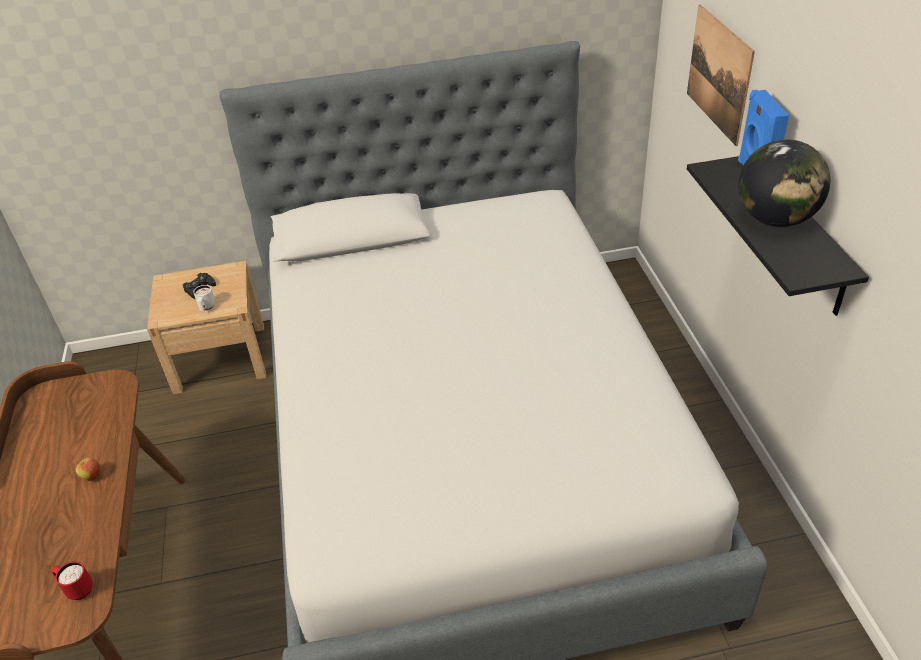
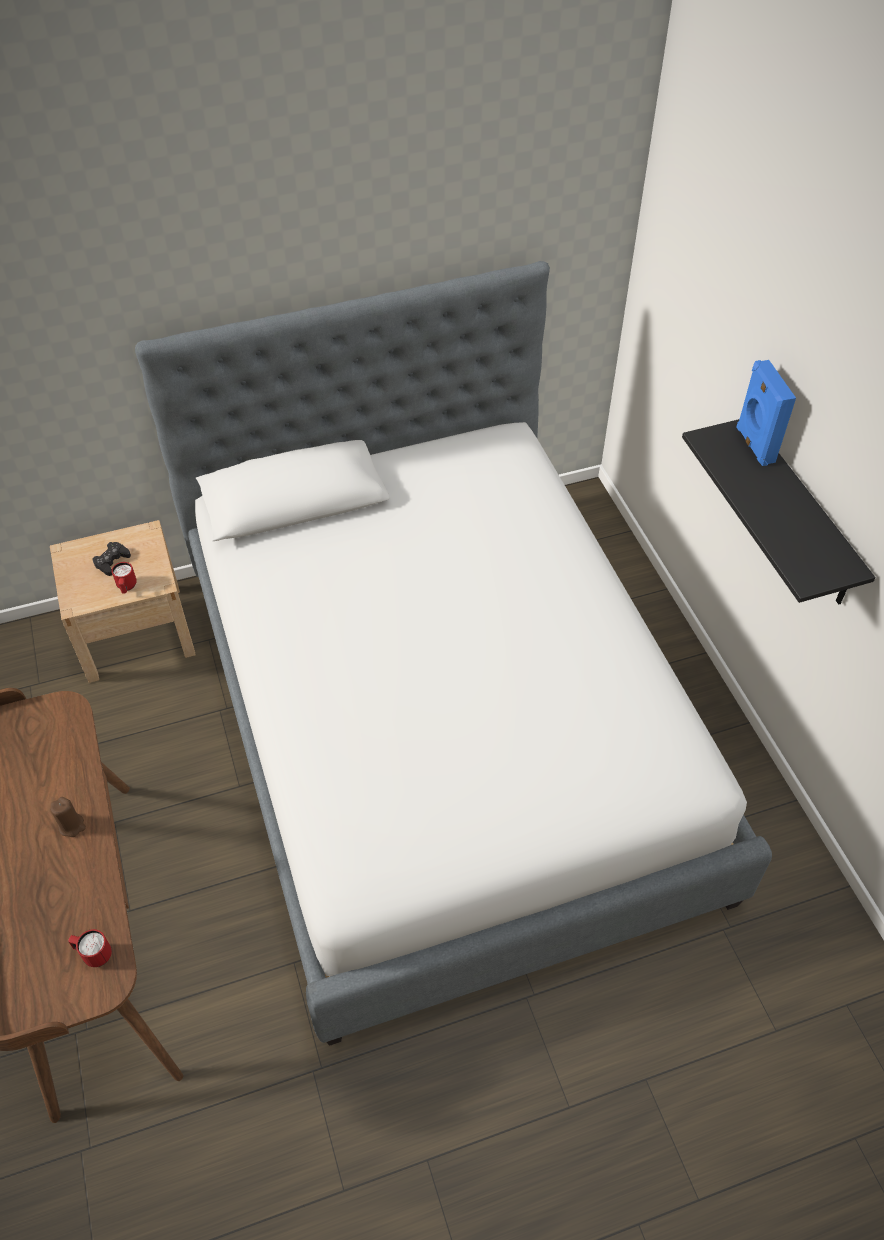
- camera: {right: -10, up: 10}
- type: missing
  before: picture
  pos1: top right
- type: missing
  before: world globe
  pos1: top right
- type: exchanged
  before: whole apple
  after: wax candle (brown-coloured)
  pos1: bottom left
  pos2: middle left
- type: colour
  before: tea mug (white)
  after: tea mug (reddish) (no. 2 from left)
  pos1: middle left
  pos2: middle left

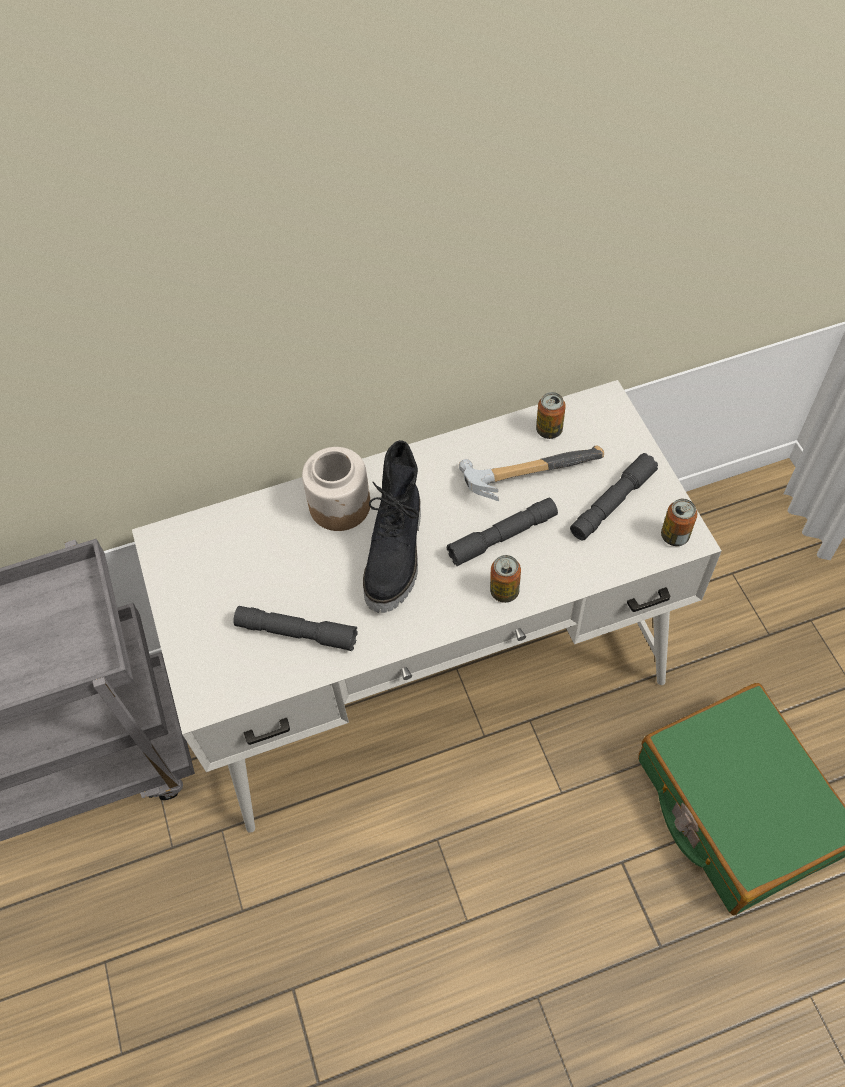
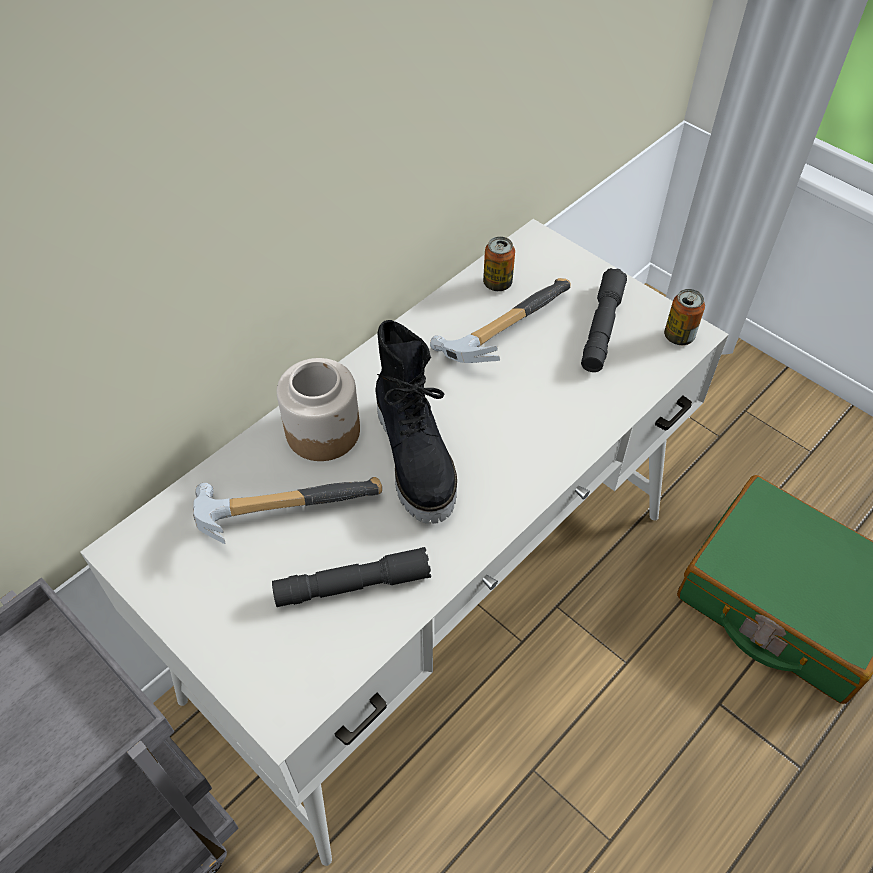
- camera: {right: -30, up: -5}
- type: missing
  before: hand torch (greyish) (no. 2 from left)
  pos1: centre
- type: missing
  before: sealed can (no. 1 from left)
  pos1: centre
- type: appeared
  after: hammer (no. 1 from left)
  pos2: middle left

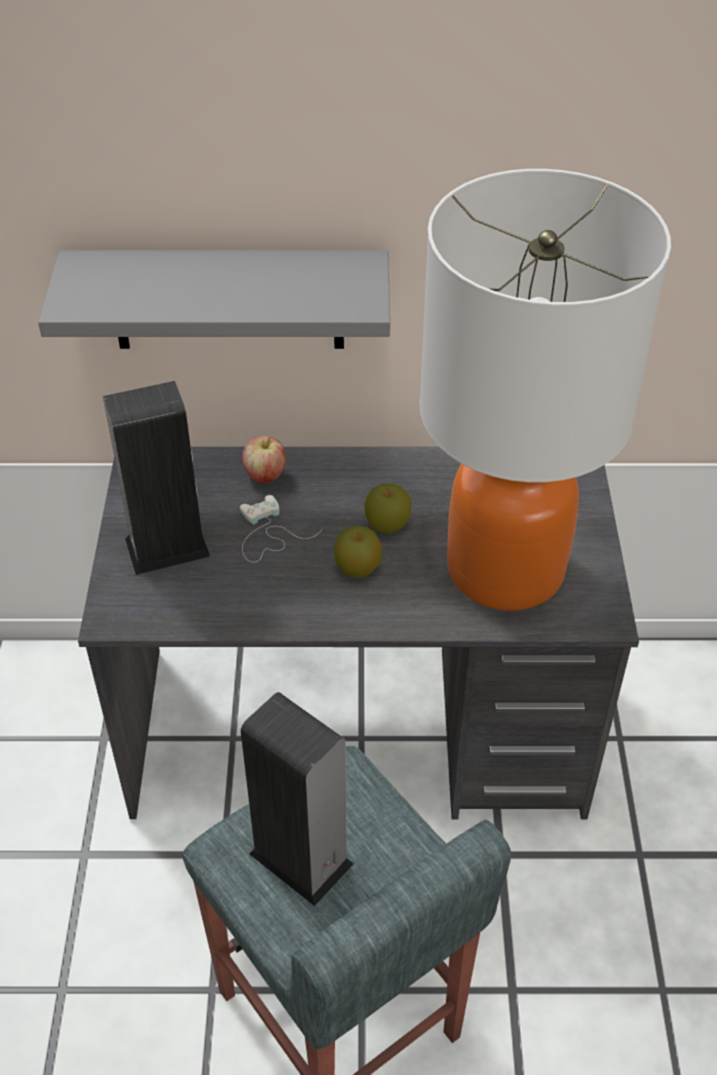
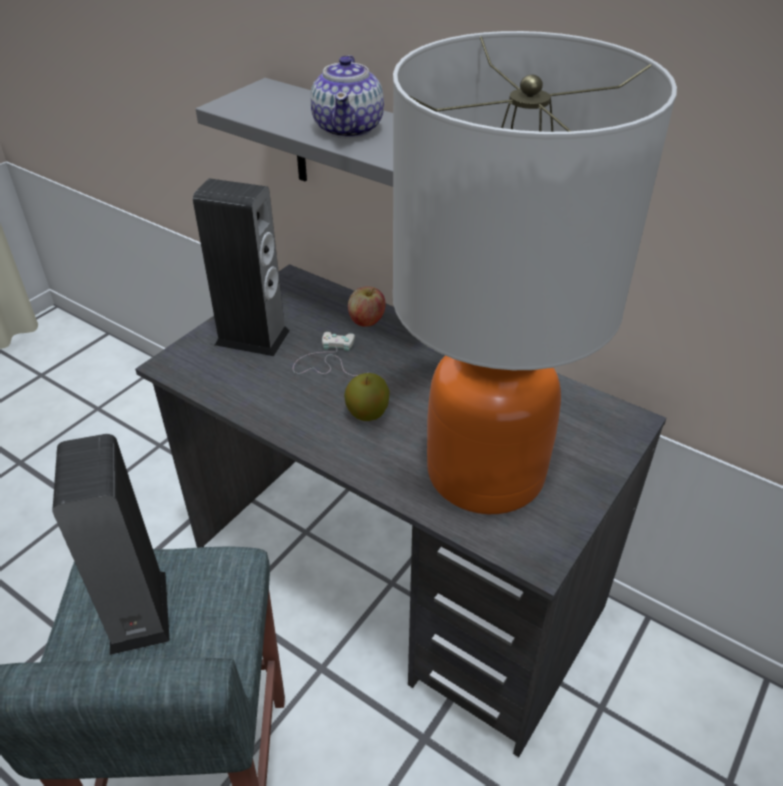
- camera: {right: 35, up: -5}
- type: missing
  before: whole apple (no. 3 from left)
  pos1: centre
- type: appeared
  after: tea pot
  pos2: top centre

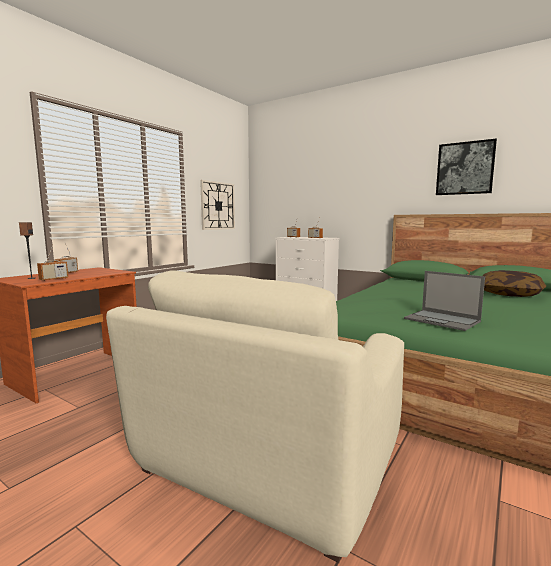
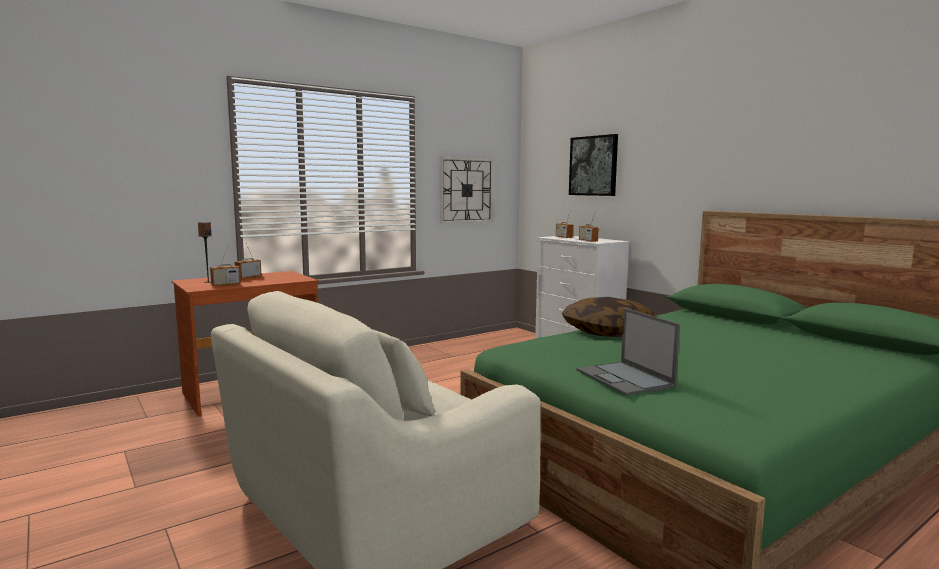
- camera: {right: 20, up: 0}
- type: relocated
  before: picture
  pos1: top right
  pos2: top centre
- type: relocated
  before: throw pillow
  pos1: middle right
  pos2: centre

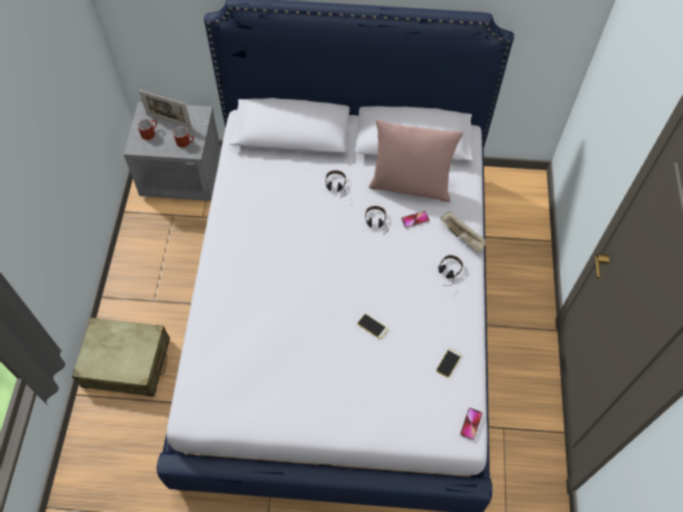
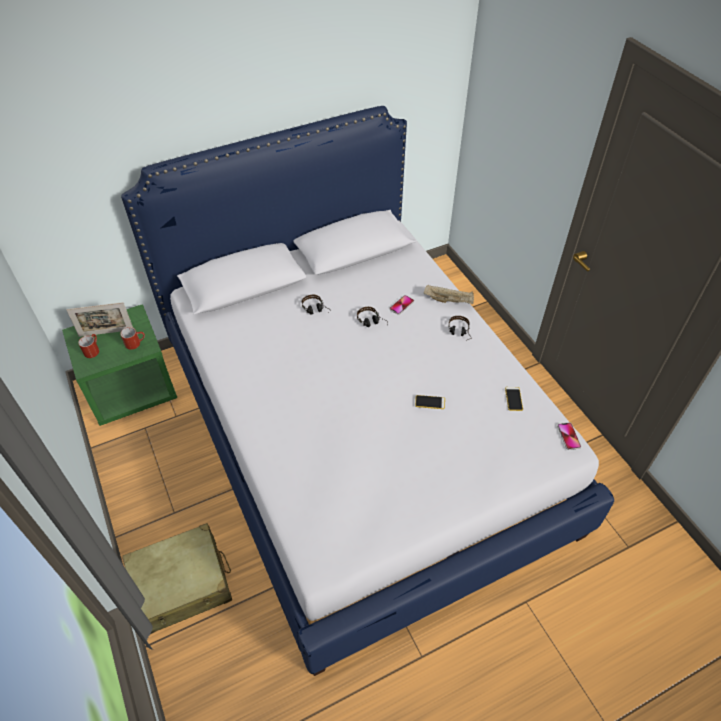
- camera: {right: -30, up: -10}
- type: missing
  before: throw pillow (pink-coloured)
  pos1: top centre
- type: colour
  before: bedside table (greyish)
  after: bedside table (green)
  pos1: top left
  pos2: middle left

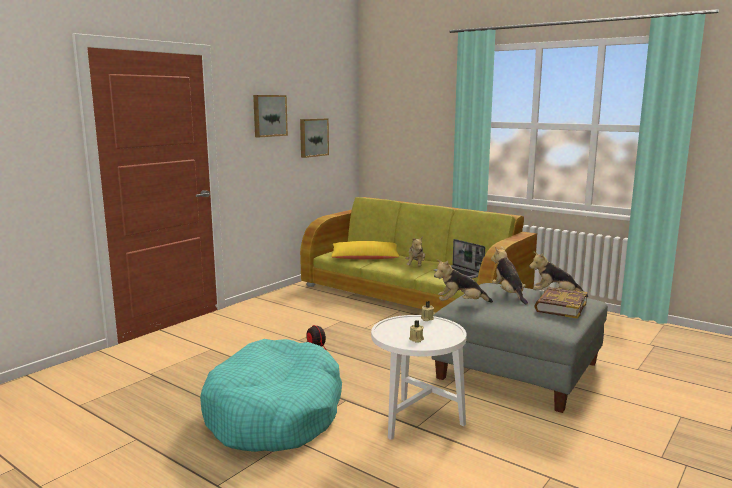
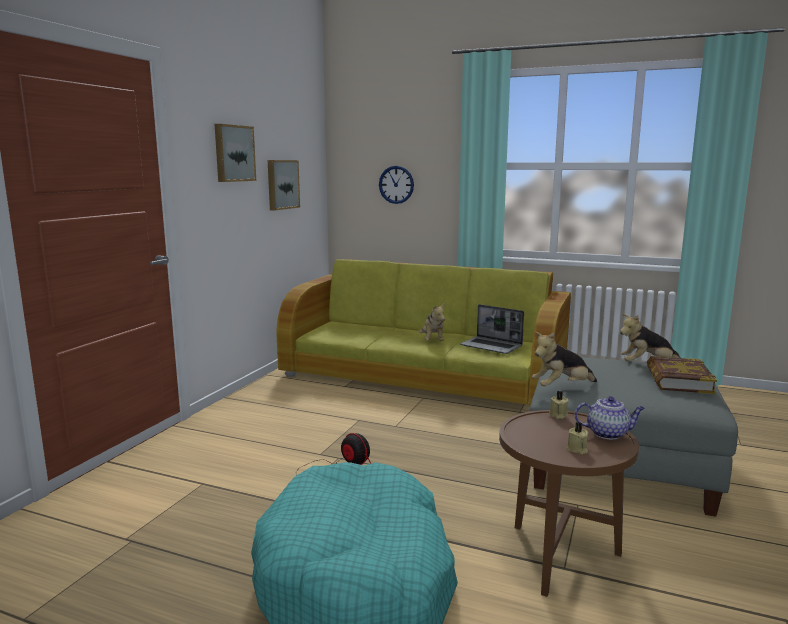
- camera: {right: -15, up: 0}
- type: missing
  before: throw pillow (yellow-coloured)
  pos1: centre
- type: missing
  before: soft toy (no. 3 from left)
  pos1: middle right
- type: appeared
  after: wall clock
  pos2: top centre
- type: appeared
  after: tea pot
  pos2: bottom right
- type: colour
  before: side table (white)
  after: side table (brown-coloured)
  pos1: bottom centre
  pos2: bottom right

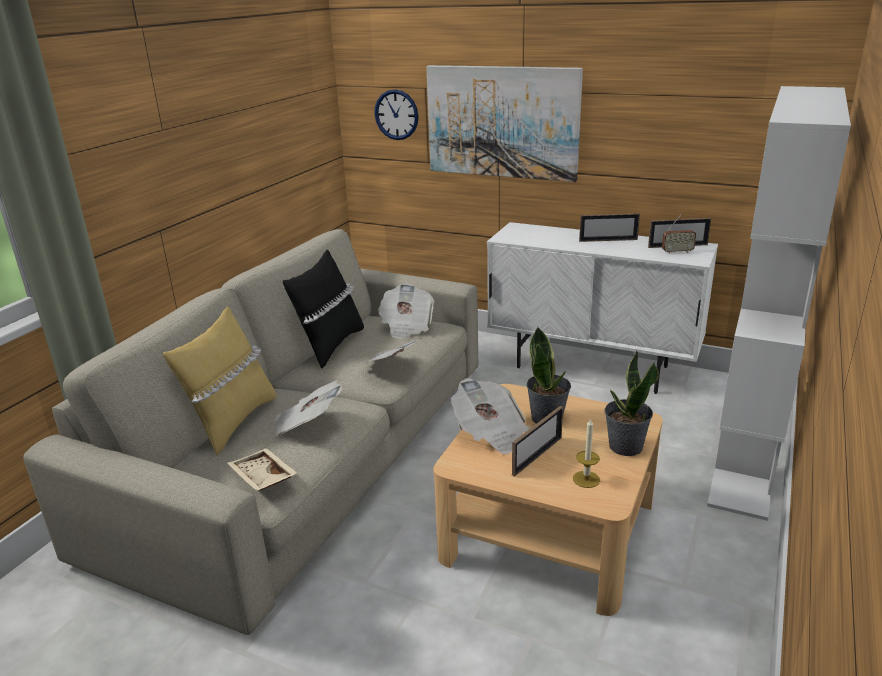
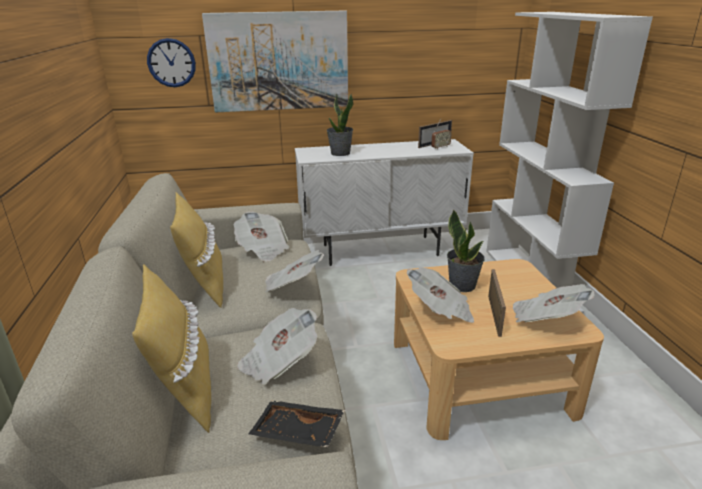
- camera: {right: -35, up: 0}
- type: missing
  before: picture frame (no. 2 from left)
  pos1: middle right
- type: relocated
  before: plant in a pot (no. 2 from left in the first image)
  after: plant in a pot (no. 1 from left)
  pos1: middle right
  pos2: top centre
- type: exchanged
  before: wax candle
  after: daily paper (no. 5 from left)
  pos1: bottom centre
  pos2: middle right
- type: colour
  before: serving tray (beige)
  after: serving tray (blackish)
  pos1: bottom left
  pos2: bottom centre
- type: colour
  before: throw pillow (blackish)
  after: throw pillow (yellow-coloured) (no. 2 from left)
  pos1: centre
  pos2: middle left

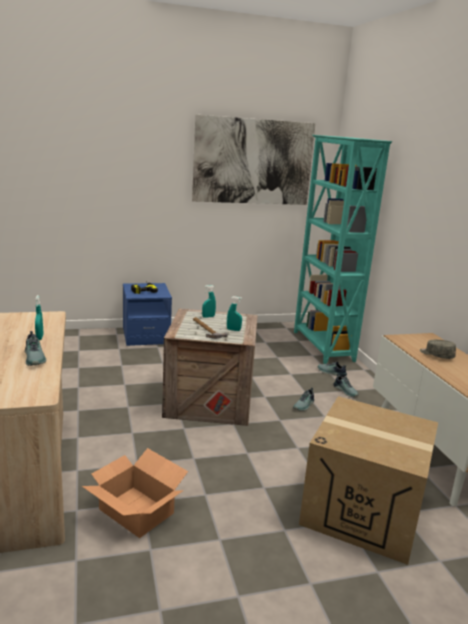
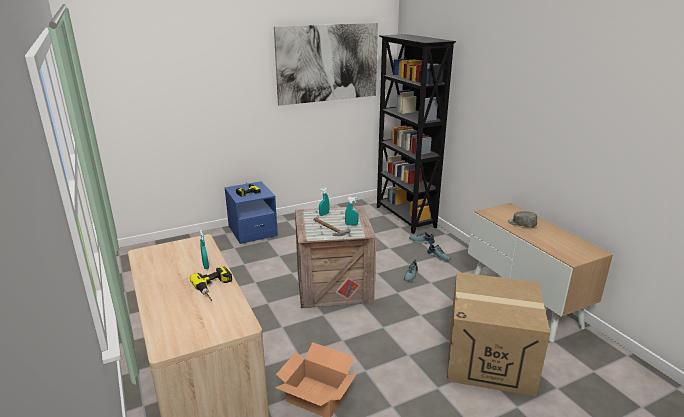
- camera: {right: -10, up: 5}
- type: exchanged
  before: item of footwear (no. 1 from left)
  after: power drill (no. 1 from left)
  pos1: middle left
  pos2: bottom left
- type: colour
  before: shelving unit (turquoise)
  after: shelving unit (blackish)
  pos1: middle right
  pos2: top centre

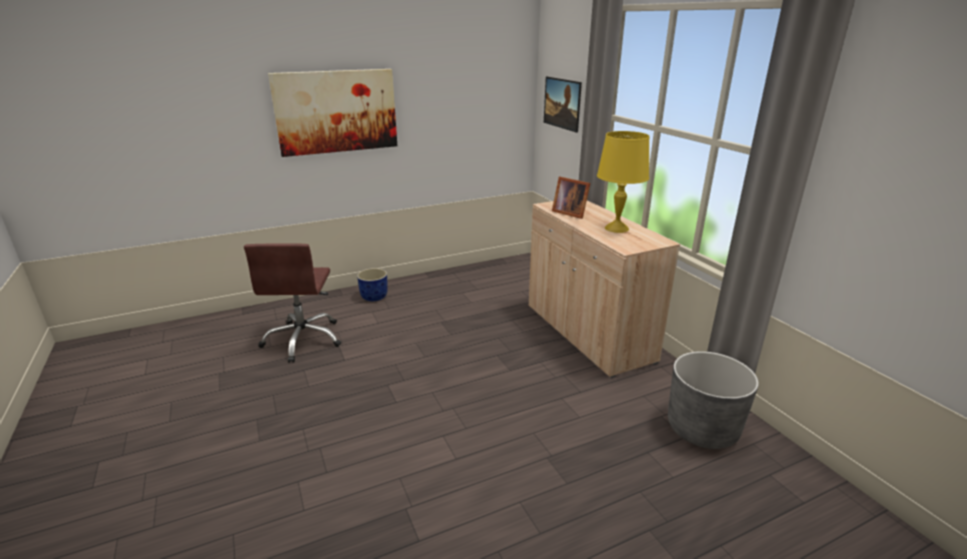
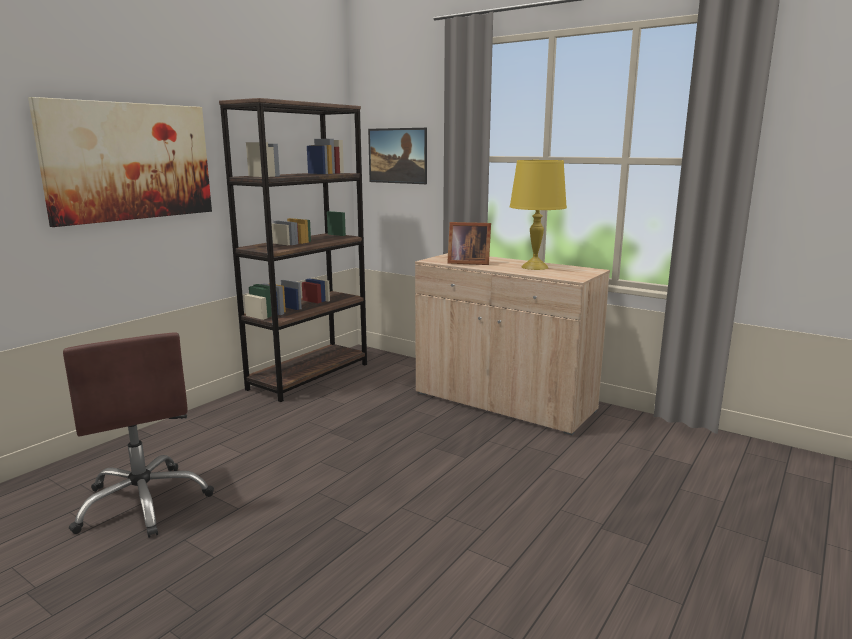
- camera: {right: -30, up: -10}
- type: missing
  before: flower pot (blue-coloured)
  pos1: centre
- type: missing
  before: flower pot (greyish)
  pos1: bottom right
- type: appeared
  after: shelving unit (brown-coloured)
  pos2: centre

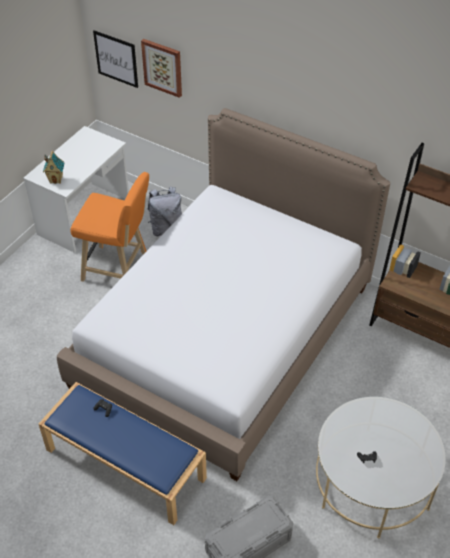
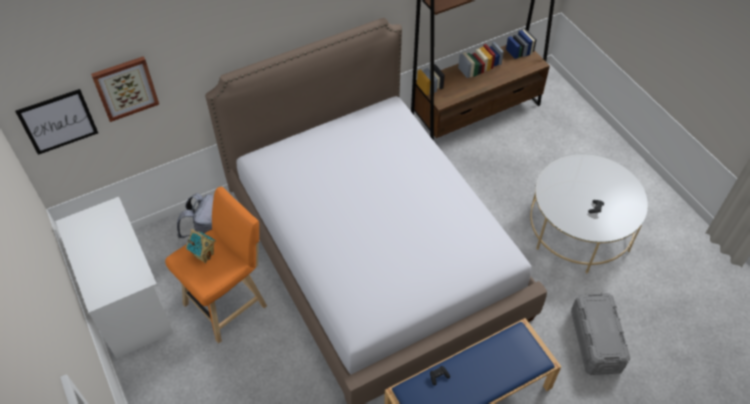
- camera: {right: -60, up: 5}
- type: relocated
  before: model house
  pos1: top left
  pos2: middle left

